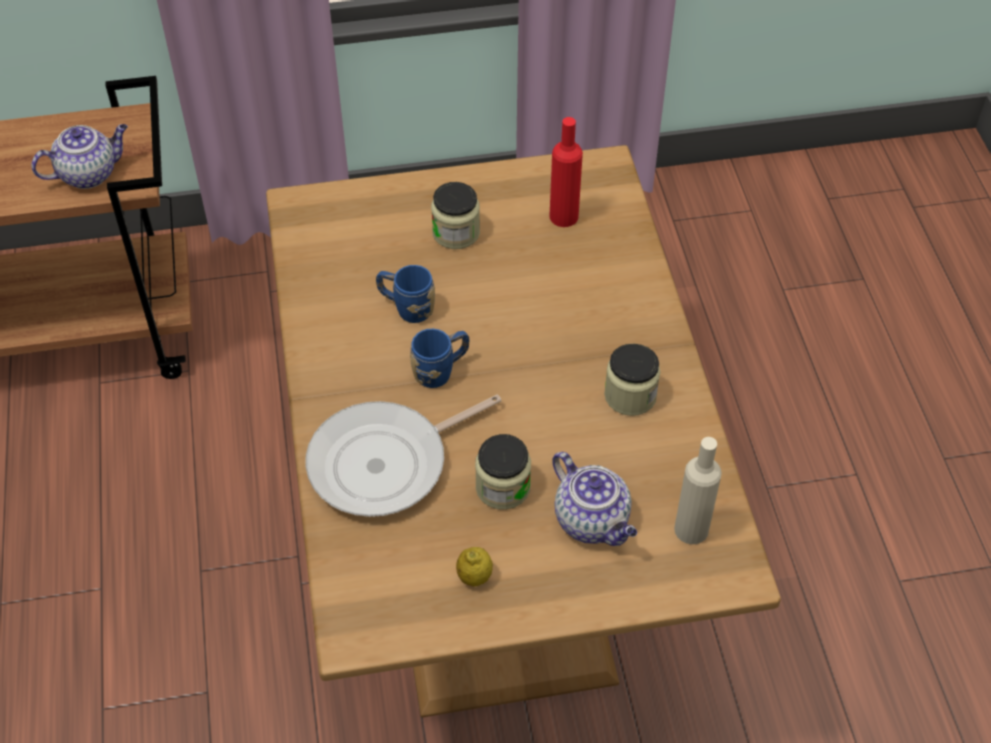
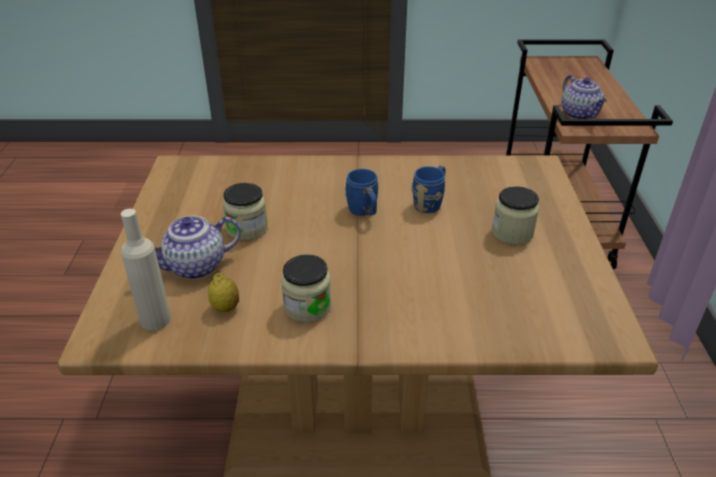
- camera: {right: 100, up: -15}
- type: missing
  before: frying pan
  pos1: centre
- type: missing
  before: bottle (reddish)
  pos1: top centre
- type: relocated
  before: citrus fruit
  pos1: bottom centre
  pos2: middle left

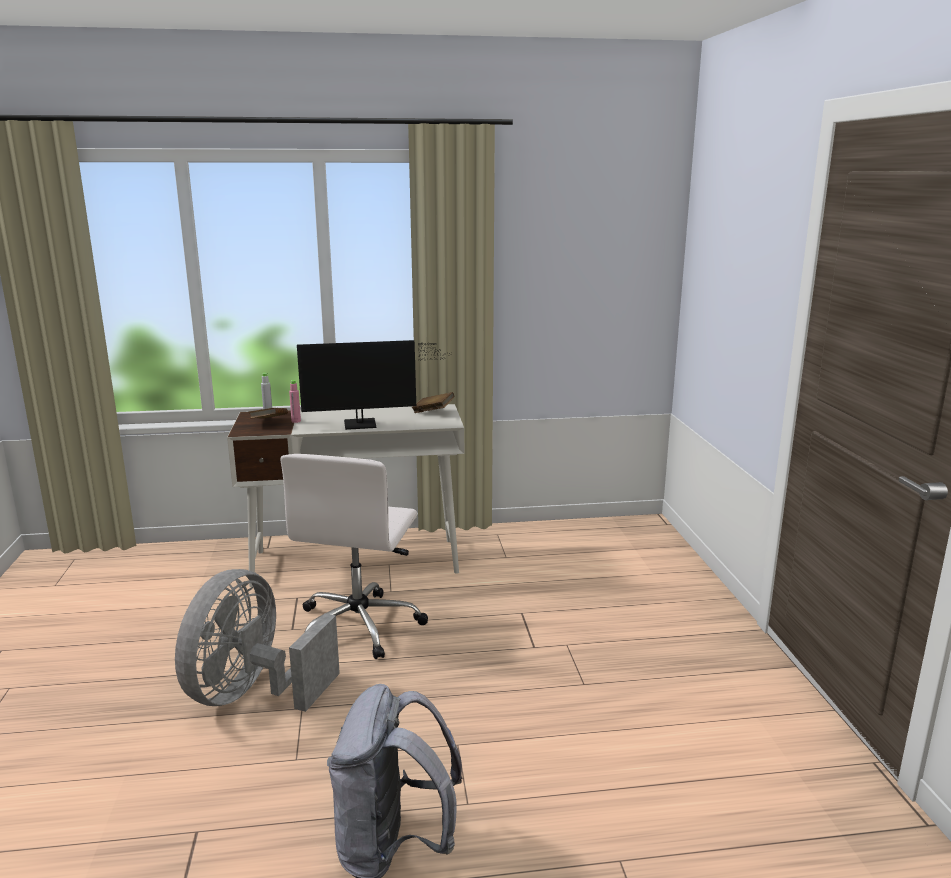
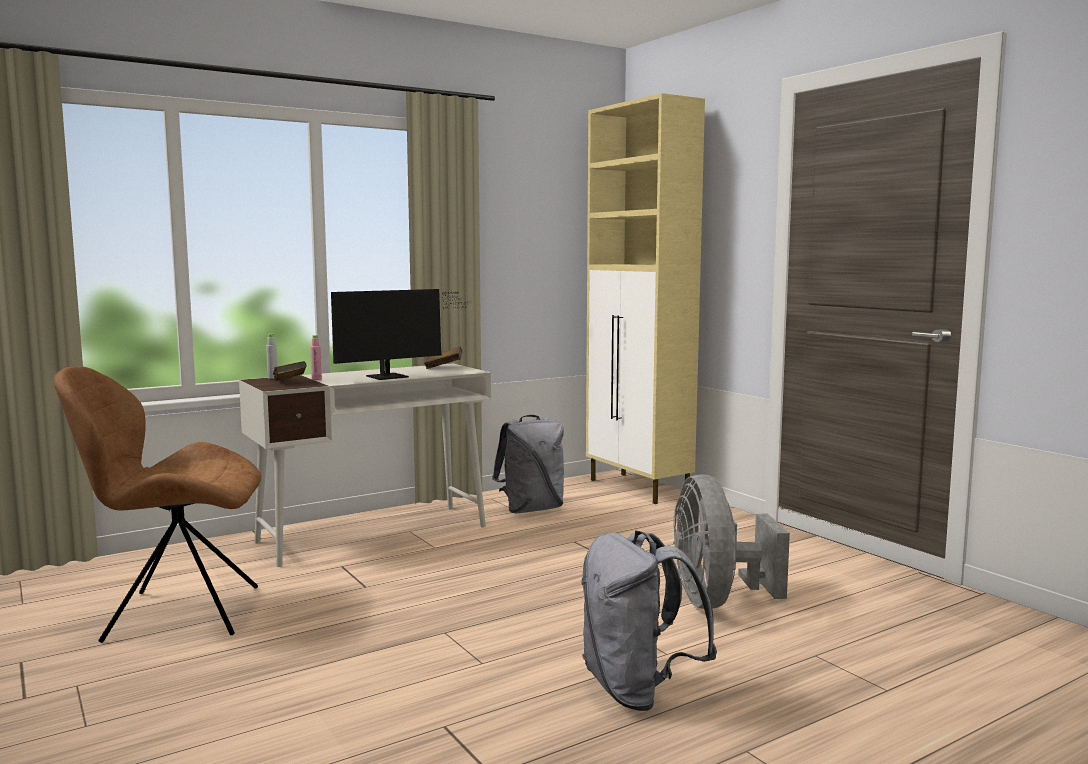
- camera: {right: -25, up: -10}
- type: missing
  before: office chair (white)
  pos1: centre
- type: appeared
  after: plain chair (brown-coloured)
  pos2: middle left
- type: appeared
  after: rucksack (greyish) (no. 1 from left)
  pos2: centre
- type: appeared
  after: cabinet (beige)
  pos2: centre
- type: relocated
  before: cooling fan (greyish)
  pos1: bottom left
  pos2: bottom right

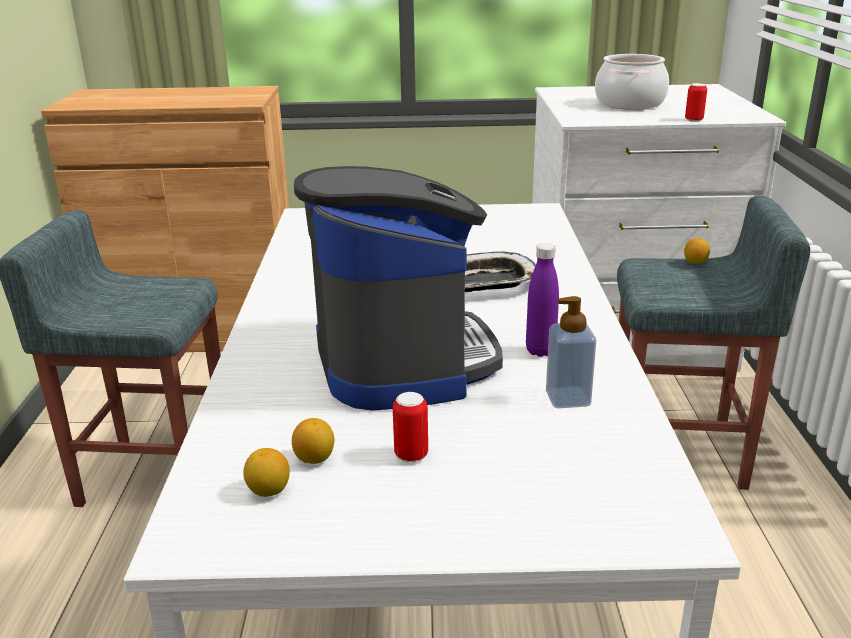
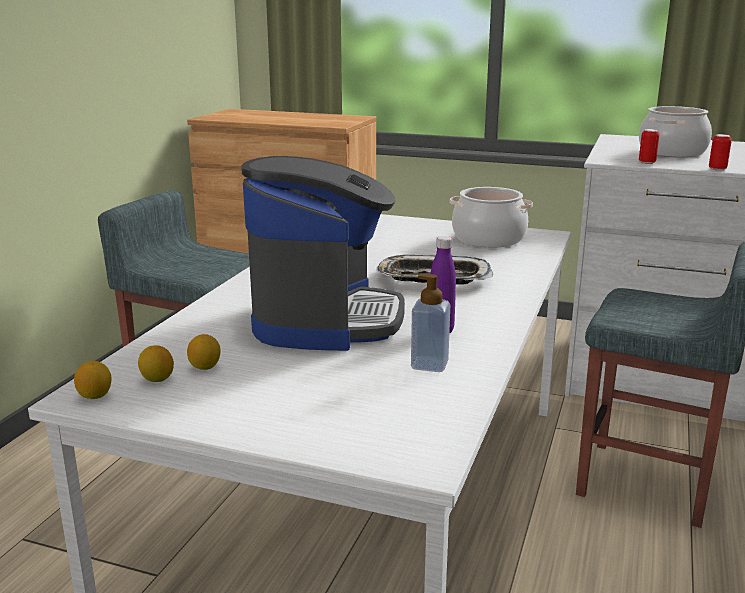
- camera: {right: 20, up: -5}
- type: appeared
  after: saucepot (no. 1 from left)
  pos2: centre
- type: relocated
  before: sealed can (no. 1 from left)
  pos1: bottom centre
  pos2: top right
- type: relocated
  before: citrus fruit (no. 3 from left in the first image)
  after: citrus fruit (no. 1 from left)
  pos1: middle right
  pos2: middle left

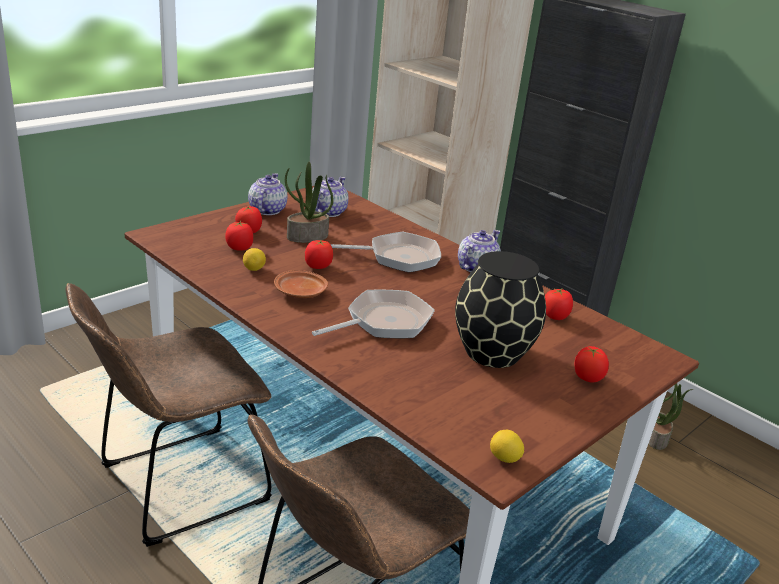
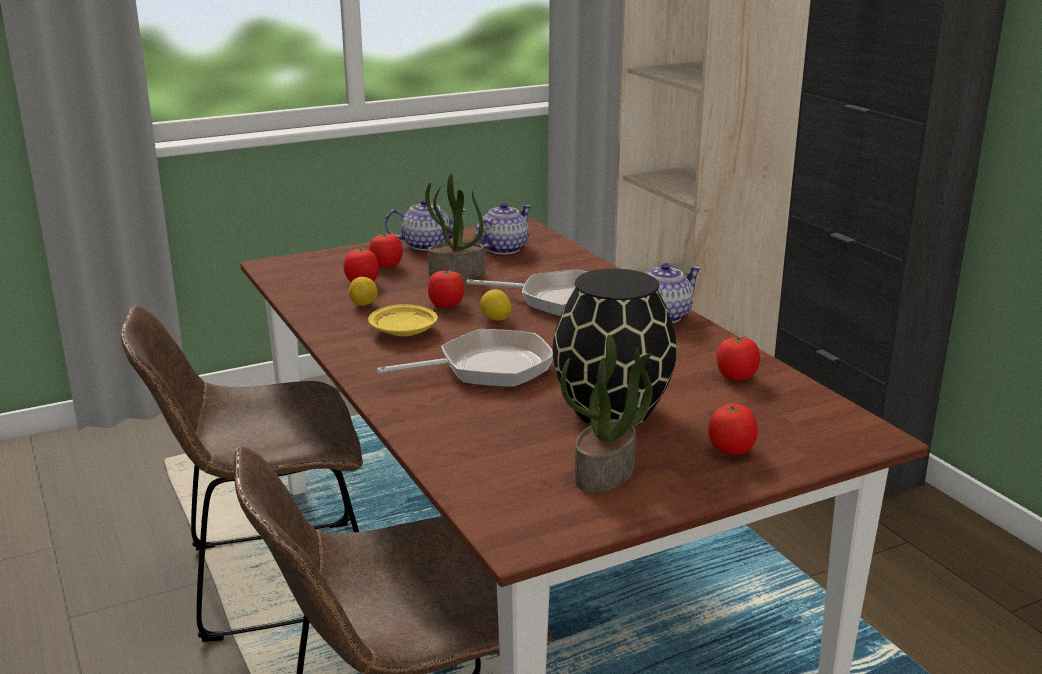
- camera: {right: 20, up: -5}
- type: relocated
  before: citrus fruit (no. 2 from left)
  pos1: bottom centre
  pos2: centre
- type: relocated
  before: plant in a pot (no. 2 from left)
  pos1: bottom right
  pos2: centre
- type: colour
  before: flat dish (brown-coloured)
  after: flat dish (yellow-coloured)
  pos1: centre
  pos2: centre
- type: spun
  before: tea pot (no. 1 from left)
  pos1: top centre
  pos2: centre
  turn: 60

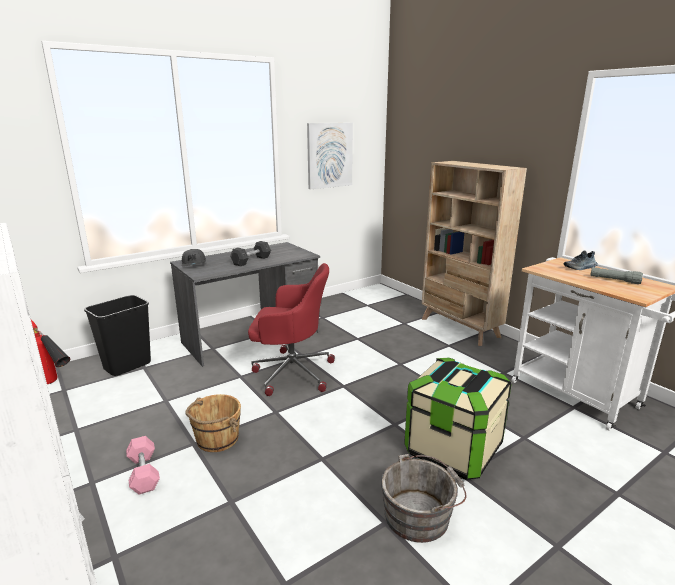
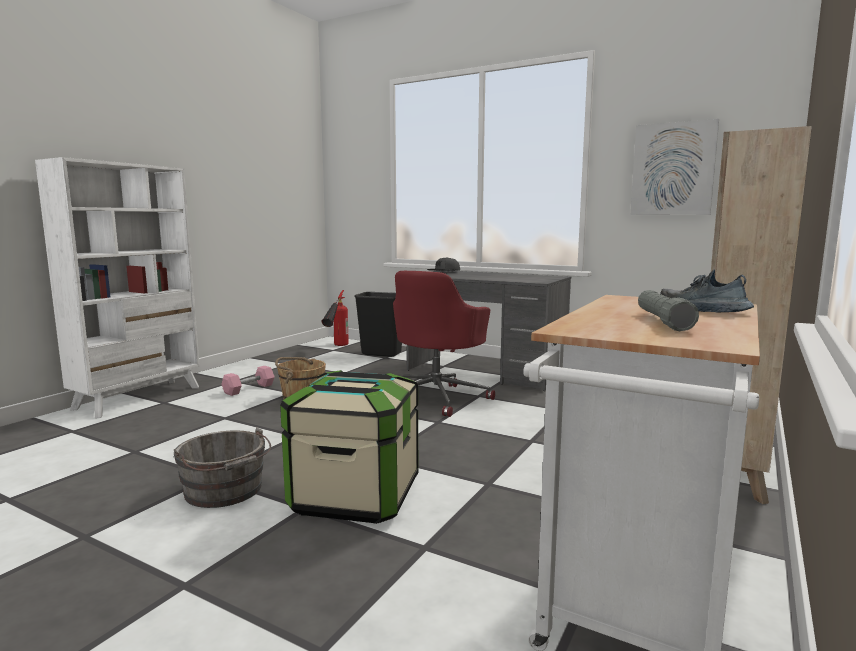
- camera: {right: 65, up: -10}
- type: missing
  before: free weight (greyish)
  pos1: centre
- type: spun
  before: office chair (reddish)
  pos1: centre
  pos2: centre
  turn: 45

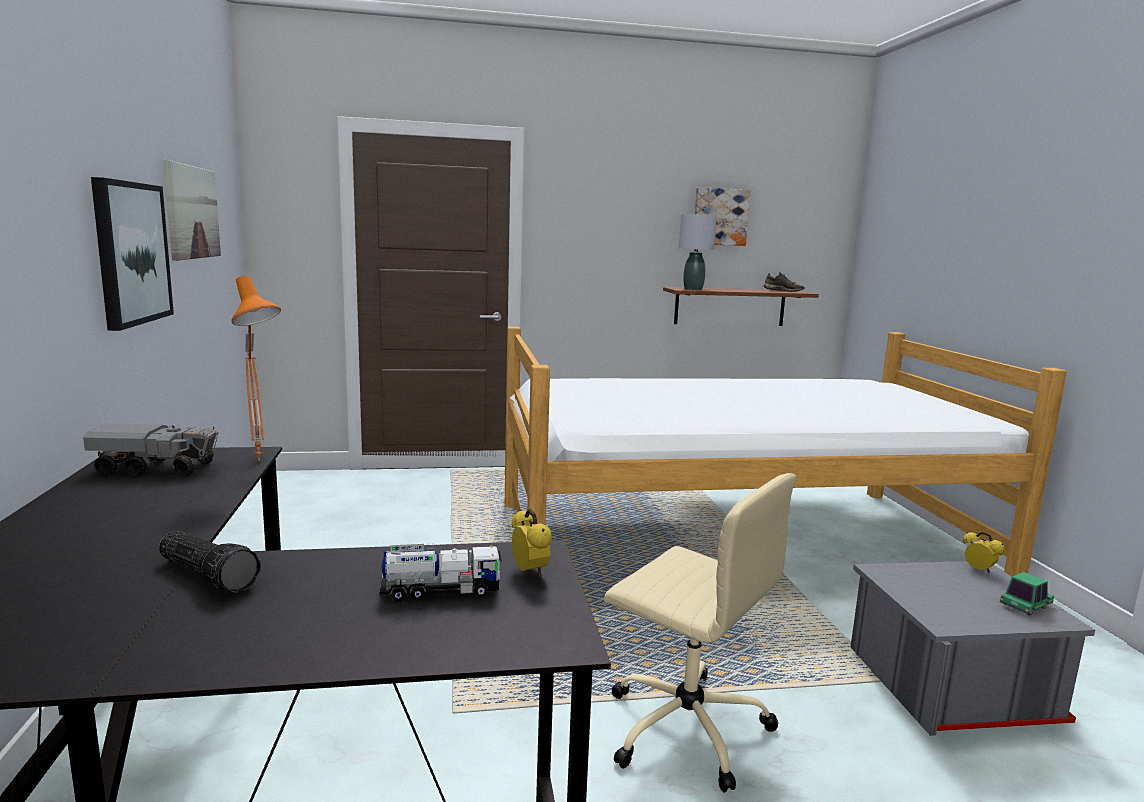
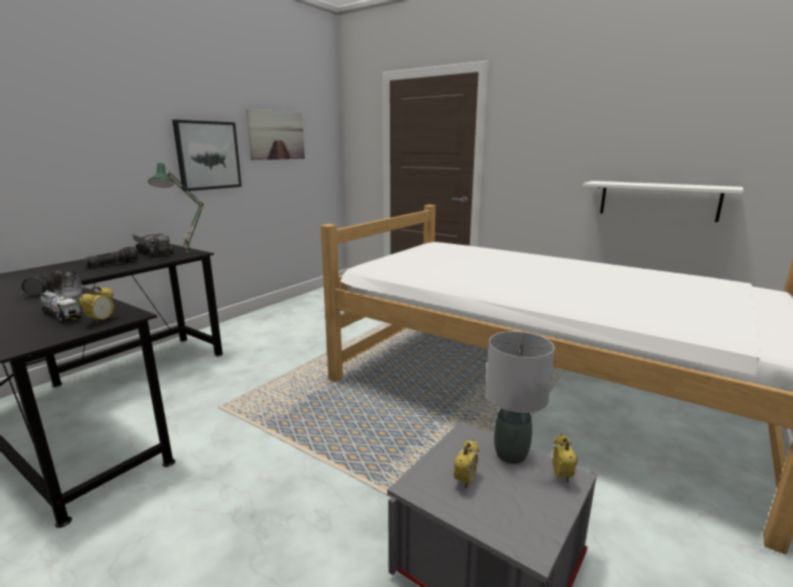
- camera: {right: 45, up: 5}
- type: missing
  before: office chair (beige)
  pos1: bottom centre
- type: missing
  before: picture (no. 3 from left)
  pos1: top centre
- type: missing
  before: model car
  pos1: bottom right
- type: appeared
  after: hand torch (no. 2 from left)
  pos2: middle left
- type: appeared
  after: bedside clock (no. 2 from left)
  pos2: bottom centre
- type: relocated
  before: table lamp (greyish)
  pos1: top centre
  pos2: bottom centre
- type: relocated
  before: item of footwear (greyish)
  pos1: middle right
  pos2: middle left
- type: colour
  before: table lamp (orange)
  after: table lamp (green)
  pos1: middle left
  pos2: middle left
- type: colour
  before: bracket shelf (brown-coloured)
  after: bracket shelf (white)
  pos1: centre
  pos2: middle right

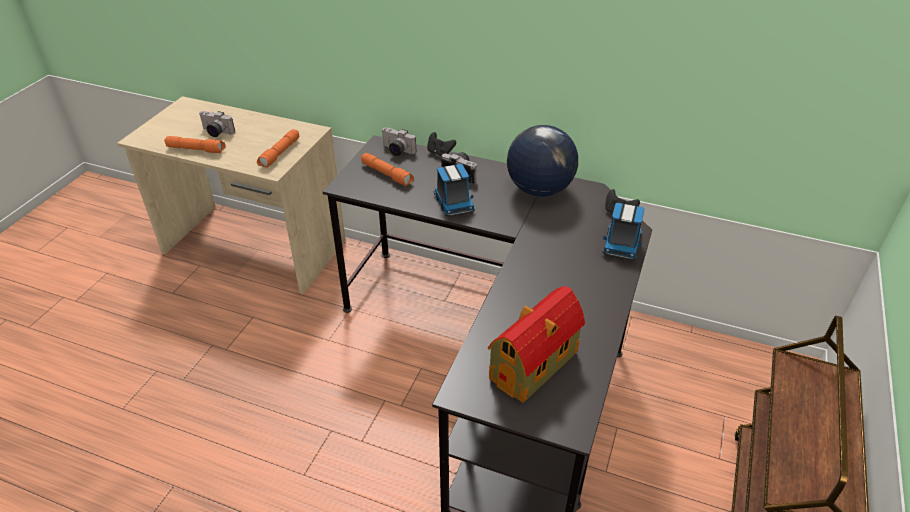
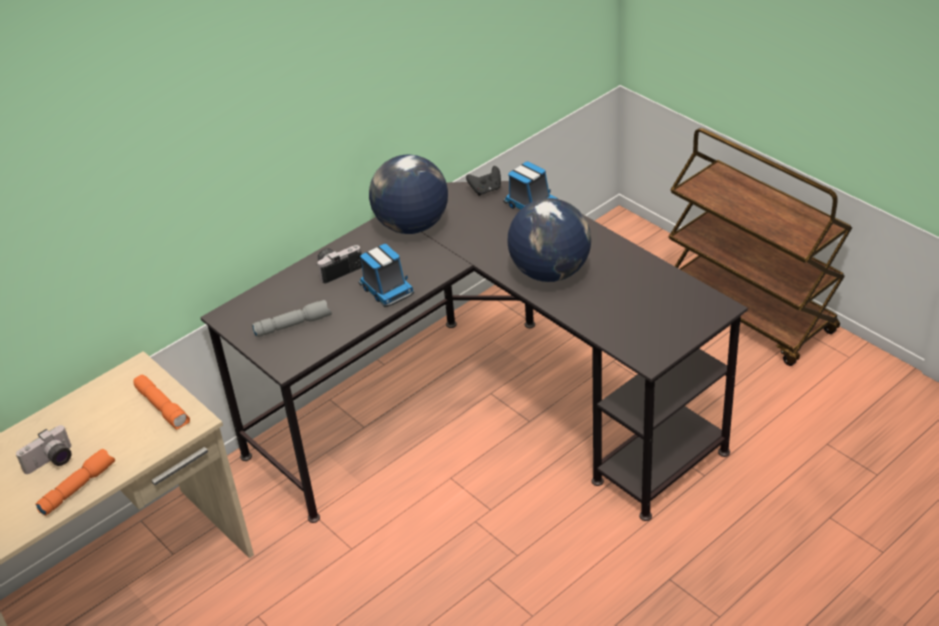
- camera: {right: -60, up: 0}
- type: missing
  before: still camera (no. 2 from left)
  pos1: top centre
- type: missing
  before: gamepad (blackish) (no. 1 from left)
  pos1: top centre
- type: missing
  before: model house
  pos1: bottom centre
- type: appeared
  after: world globe (no. 2 from left)
  pos2: centre
- type: colour
  before: hand torch (orange) (no. 3 from left)
  after: hand torch (greyish)
  pos1: top centre
  pos2: middle left
- type: spun
  before: toy truck (no. 1 from left)
  pos1: centre
  pos2: centre
  turn: 45

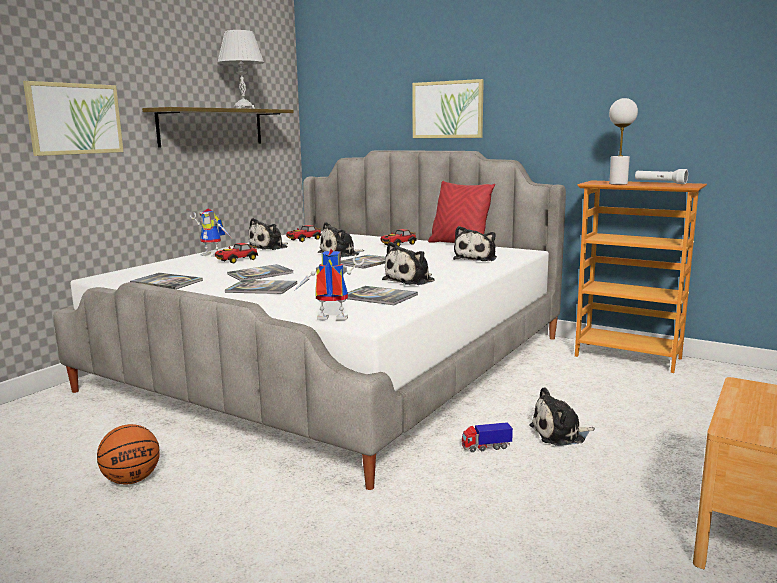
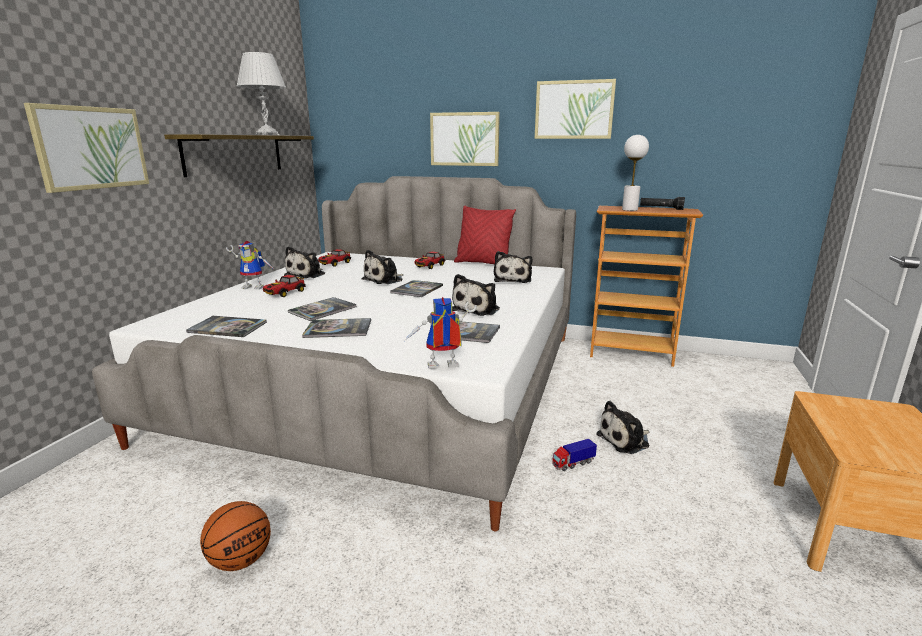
- camera: {right: -15, up: 5}
- type: appeared
  after: picture (no. 3 from left)
  pos2: top centre
- type: colour
  before: hand torch (white)
  after: hand torch (blackish)
  pos1: top right
  pos2: top right

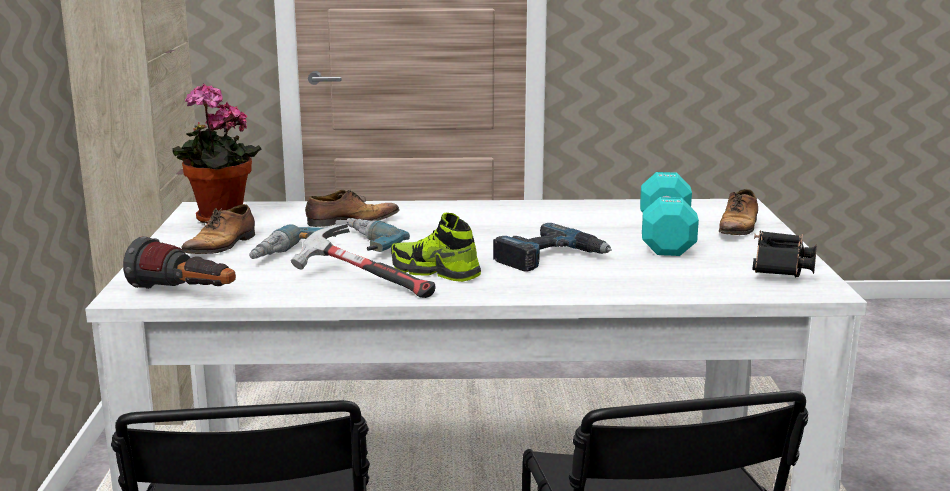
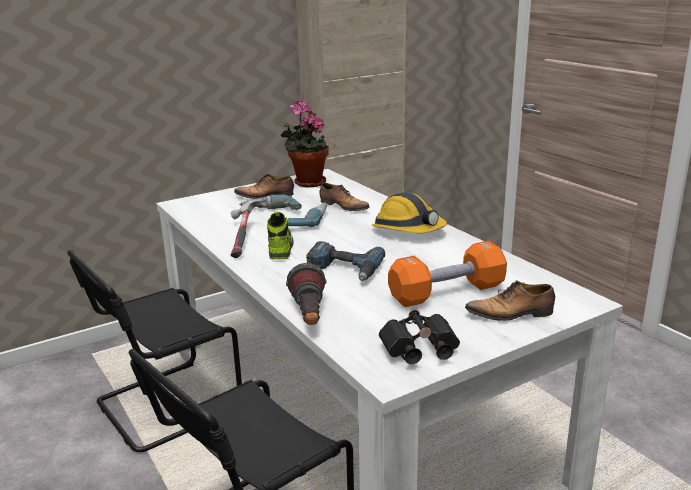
- camera: {right: 60, up: 5}
- type: appeared
  after: work helmet
  pos2: centre
- type: relocated
  before: hand torch
  pos1: middle left
  pos2: centre
- type: colour
  before: free weight (turquoise)
  after: free weight (orange)
  pos1: middle right
  pos2: centre

